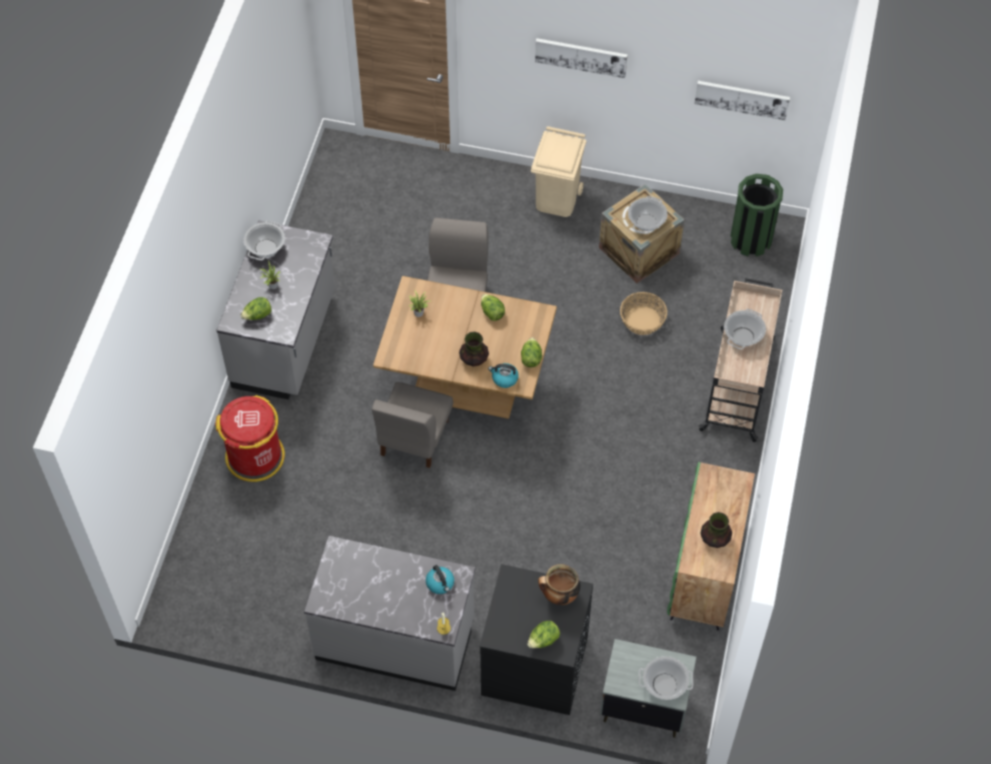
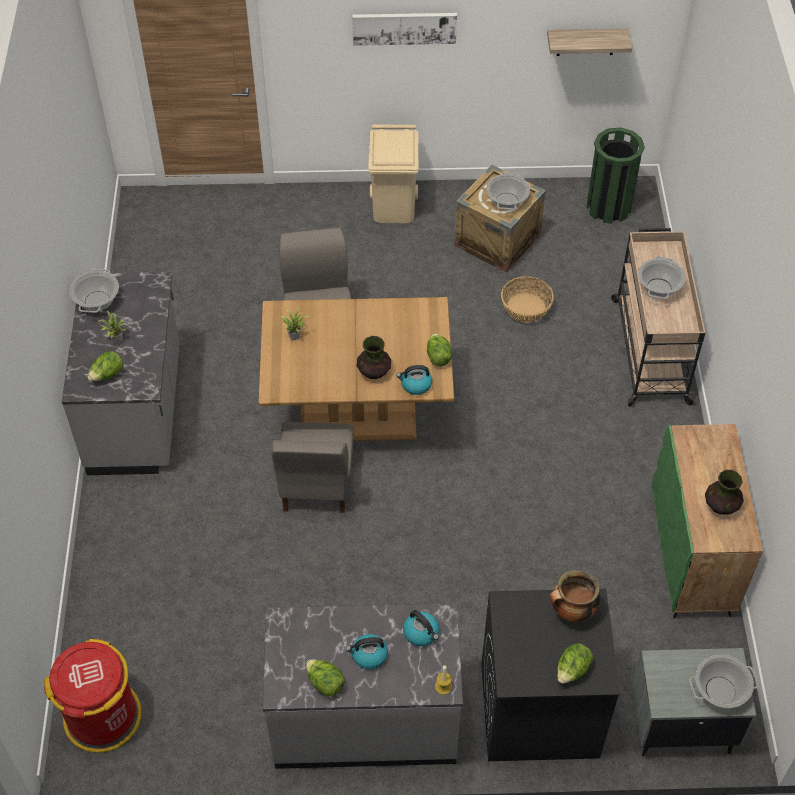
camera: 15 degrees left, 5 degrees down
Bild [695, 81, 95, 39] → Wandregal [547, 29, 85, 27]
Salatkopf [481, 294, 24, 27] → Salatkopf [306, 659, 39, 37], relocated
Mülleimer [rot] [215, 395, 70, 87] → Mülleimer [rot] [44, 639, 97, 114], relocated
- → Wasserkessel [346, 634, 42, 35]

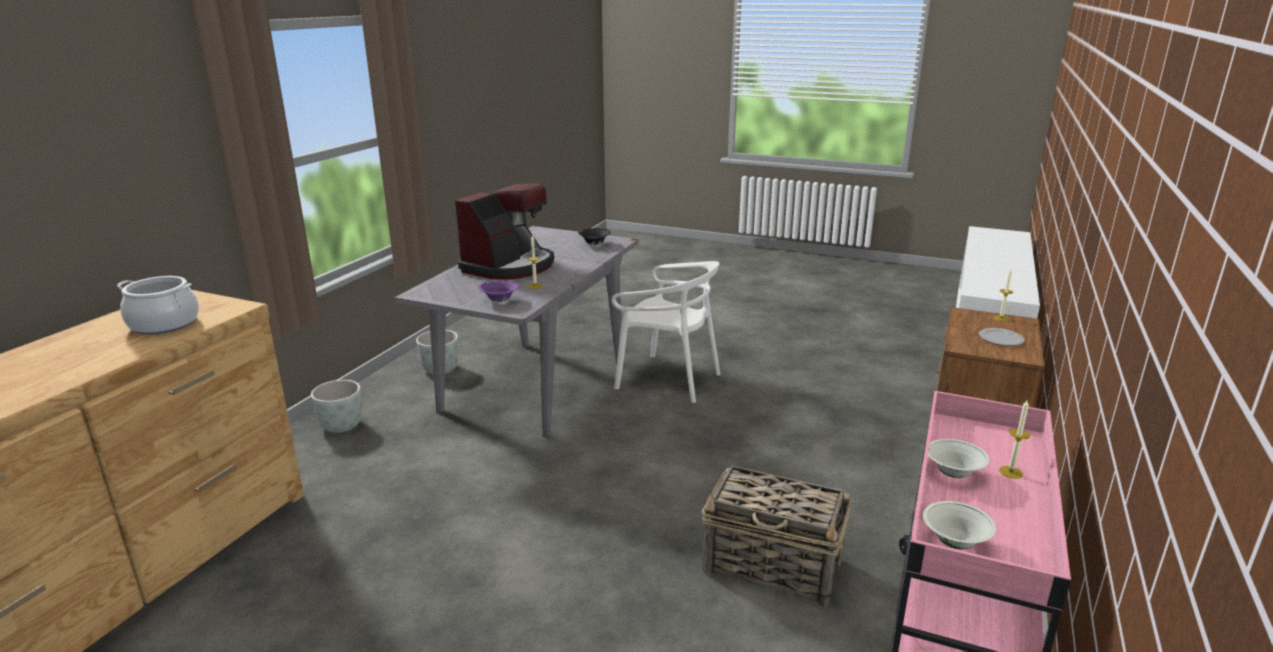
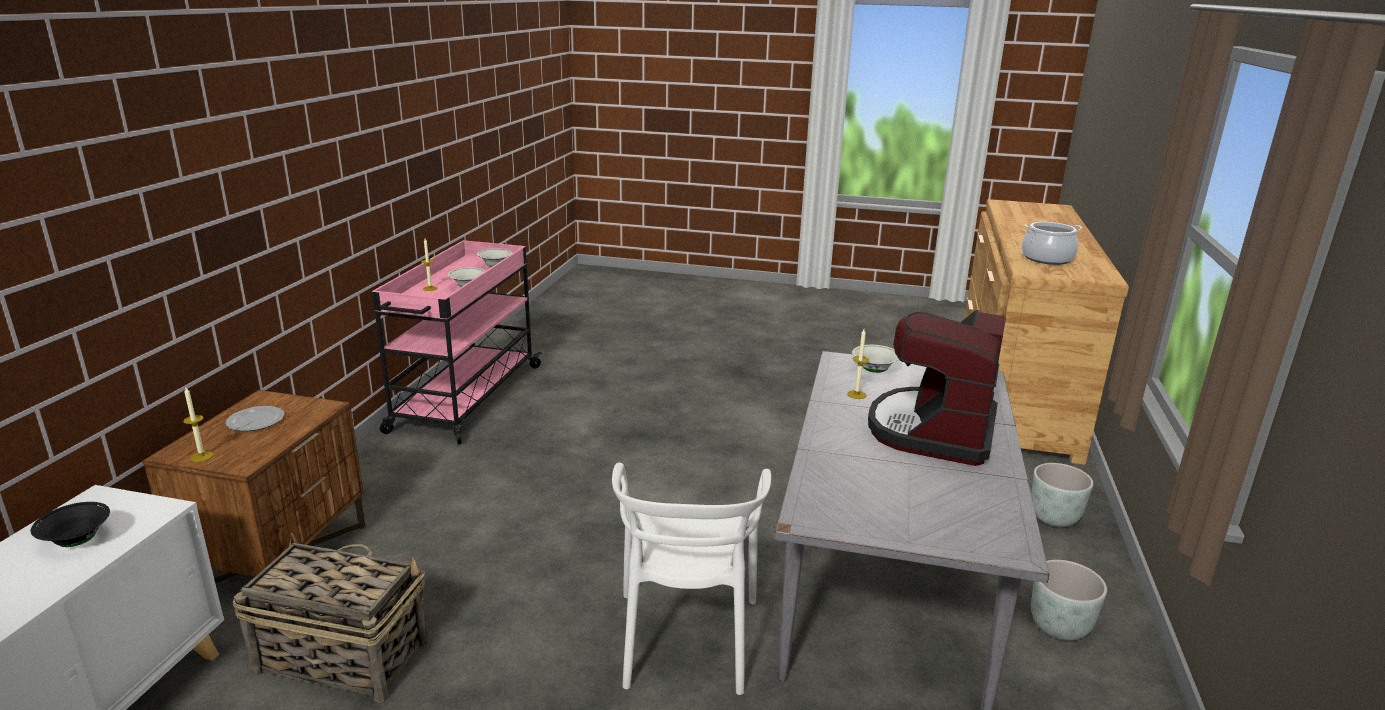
camera: 170 degrees right, 0 degrees up
Schüssel [schwarz] [578, 228, 33, 17] → Schüssel [schwarz] [31, 502, 79, 45], relocated
Stuhl [weiß] [611, 261, 110, 142] → Stuhl [weiß] [612, 463, 159, 232], 105 degrees counterclockwise
Schüssel [lila] [479, 280, 40, 22] → Schüssel [weiß] [852, 345, 47, 28]
Korb [702, 465, 150, 142] → Korb [233, 533, 196, 170], relocated

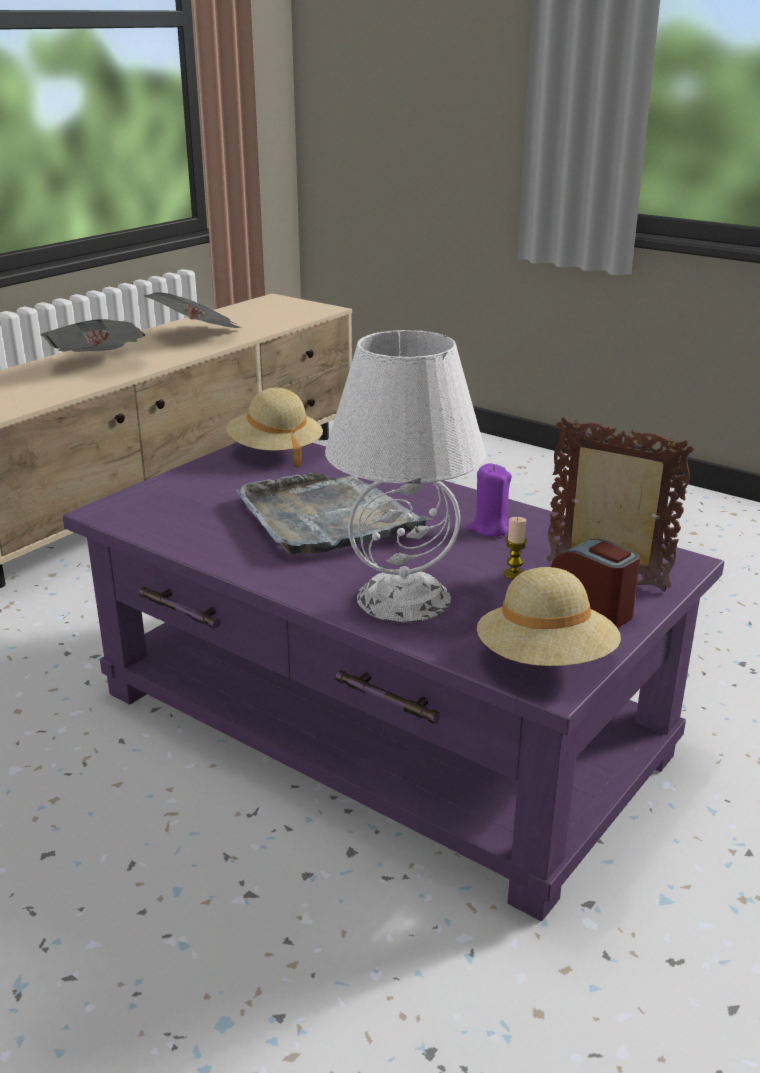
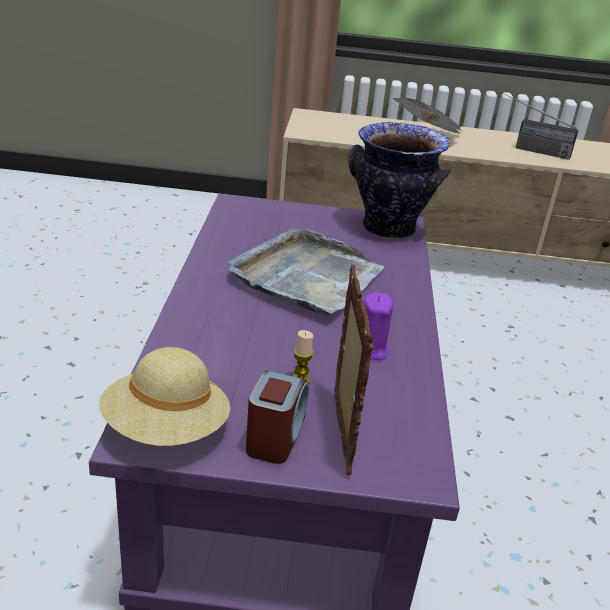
camera: 55 degrees right, 5 degrees up
Zeitung [144, 292, 97, 36] → Radio [499, 92, 79, 68]
Tischlampe [weiß] [325, 330, 161, 292] → -
Hut [beige] [226, 388, 97, 80] → Vase [349, 122, 102, 117]

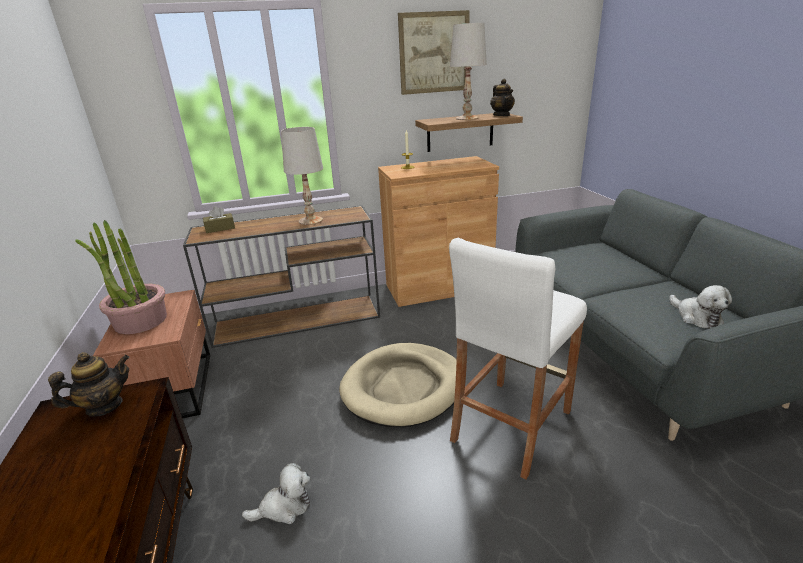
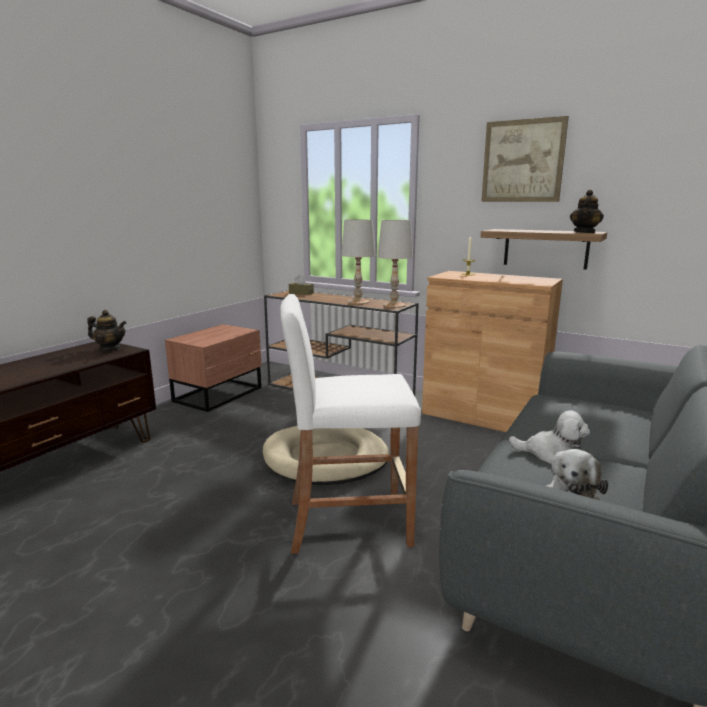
camera: 45 degrees right, 10 degrees down
Tischlampe [weiß] [450, 23, 37, 97] → Tischlampe [weiß] [378, 220, 35, 88], relocated
Topfpflanze [75, 220, 92, 114] → -
Plüschtier [242, 463, 68, 61] → Plüschtier [509, 410, 81, 54], relocated

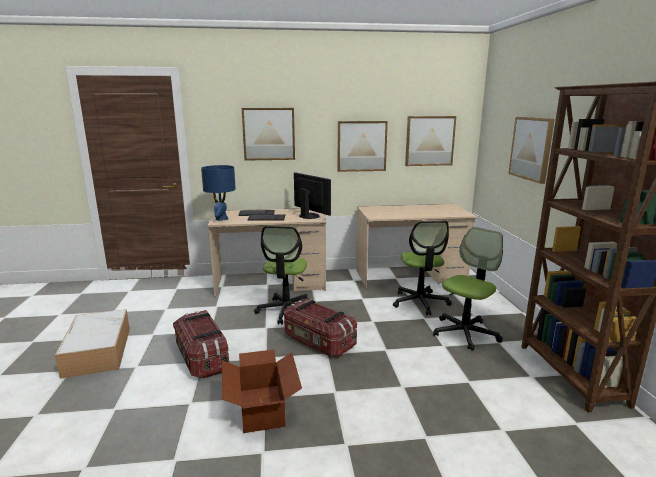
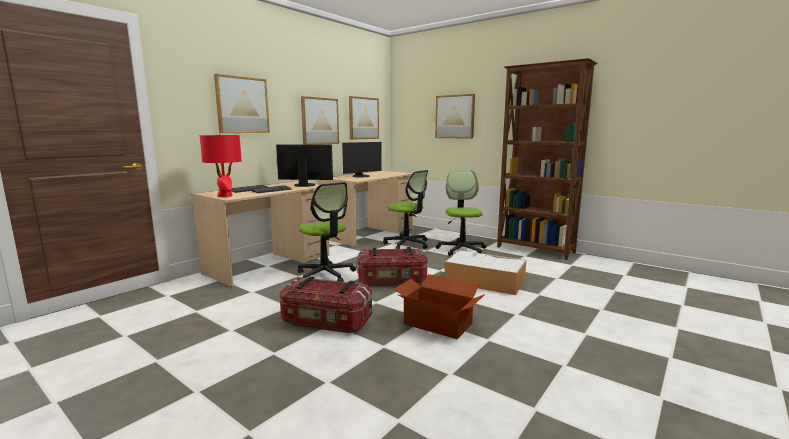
camera: 45 degrees left, 5 degrees down
Tischlampe [blau] [201, 165, 35, 56] → Tischlampe [rot] [200, 135, 42, 62]
Aufbewahrungsbox [55, 309, 75, 70] → Aufbewahrungsbox [445, 251, 81, 44], relocated
- → Monitor [342, 142, 40, 35]

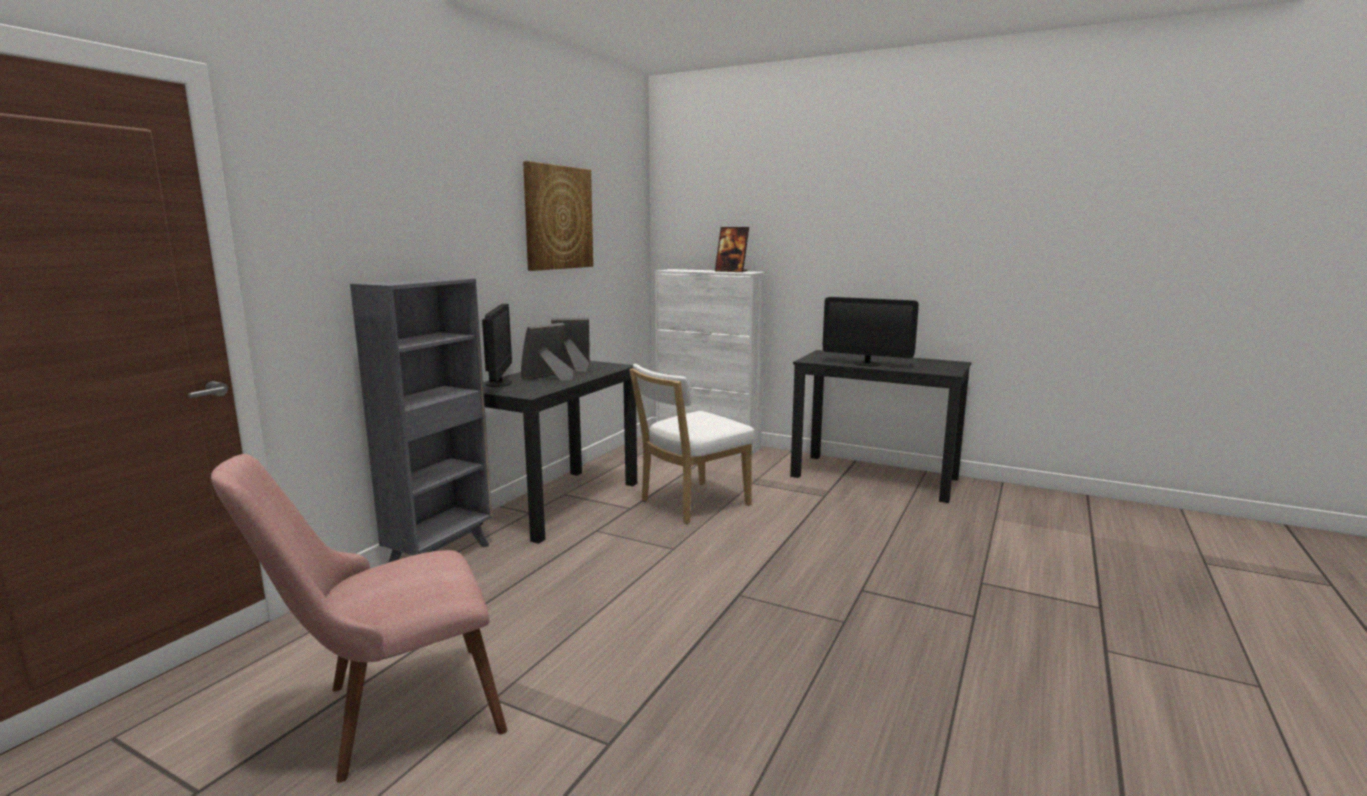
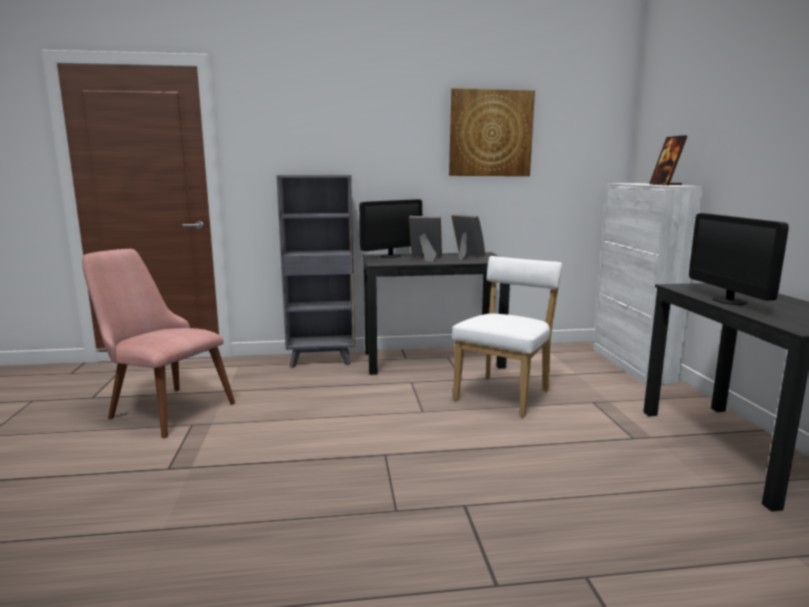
camera: 55 degrees right, 0 degrees up
Stuhl [weiß] [629, 364, 126, 160] → Stuhl [weiß] [452, 256, 110, 161], 105 degrees clockwise

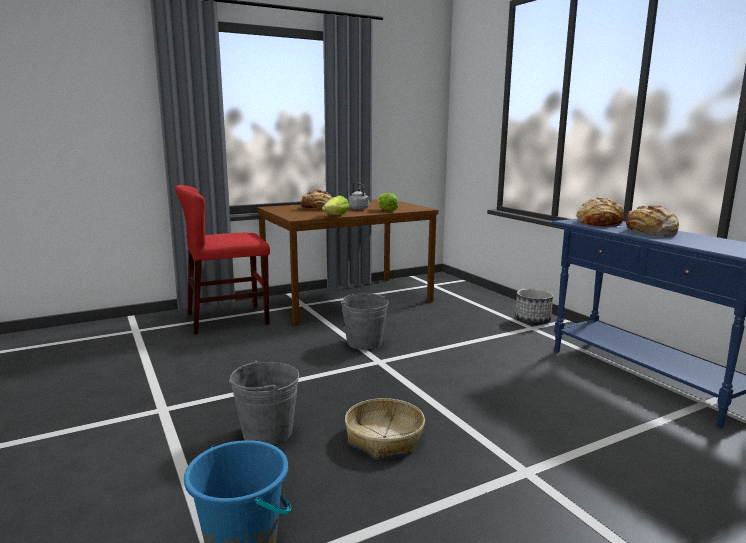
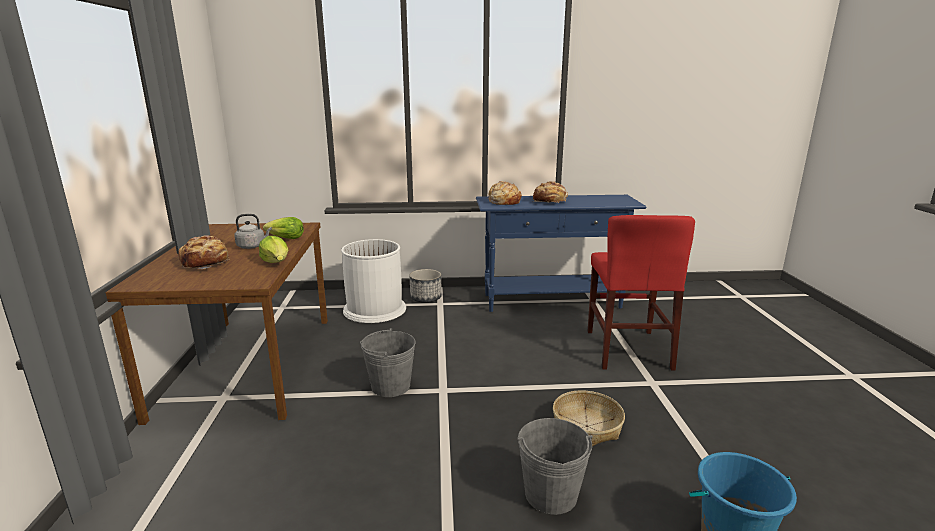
camera: 65 degrees left, 5 degrees up
Stuhl [rot] [175, 185, 95, 149] → Stuhl [rot] [588, 215, 107, 156], relocated
- → Mülleimer [weiß] [341, 239, 65, 84]

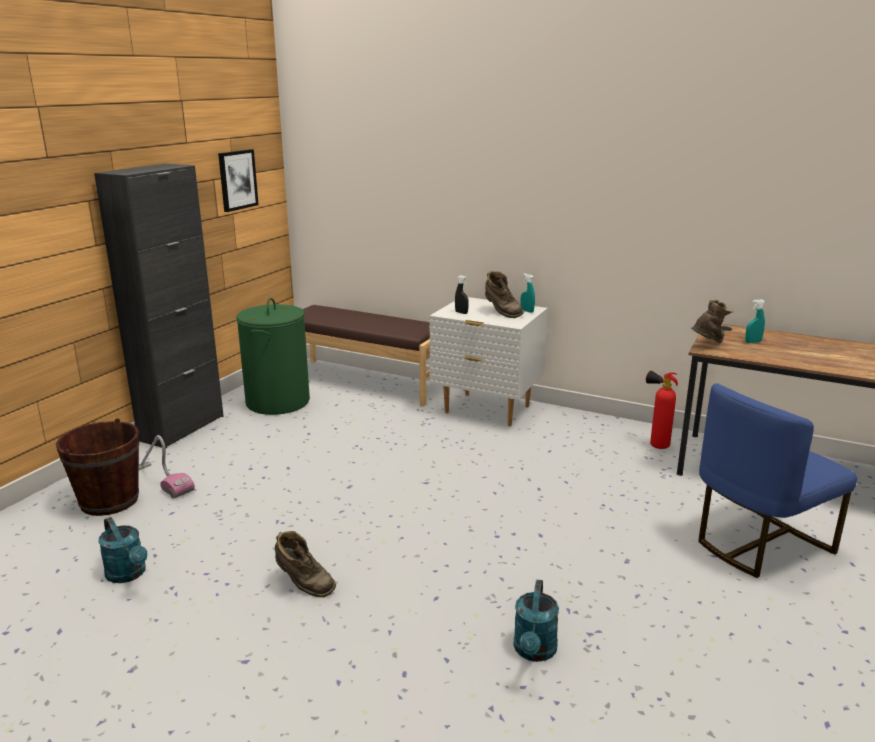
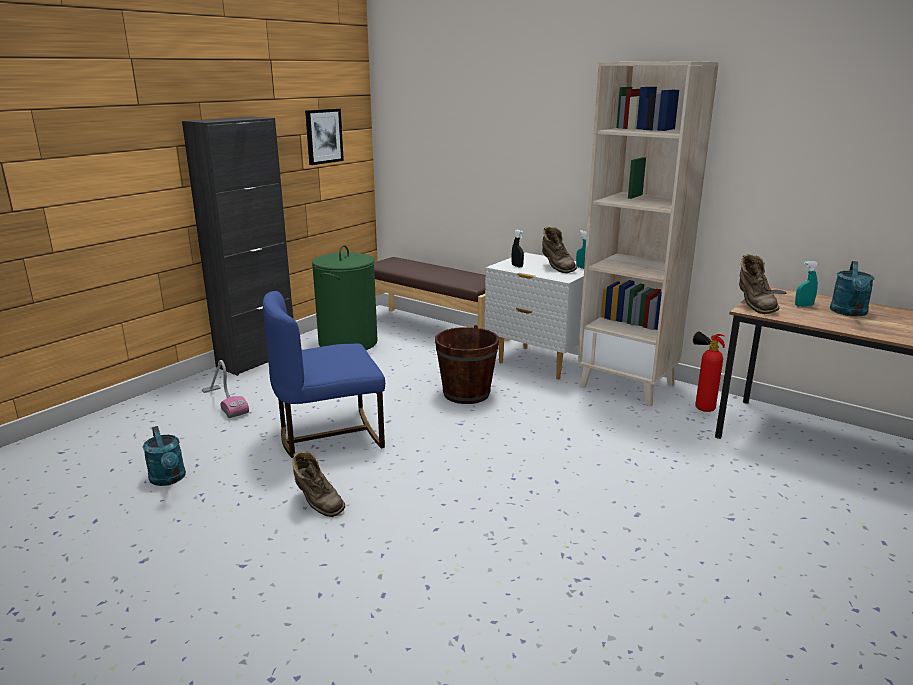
camera: 10 degrees right, 0 degrees up
Stiefel [braun] [691, 300, 43, 43] → Stiefel [braun] [739, 254, 40, 60], 120 degrees clockwise
Stuhl [blau] [698, 383, 159, 195] → Stuhl [blau] [263, 291, 122, 167], relocated
Eimer [braun] [56, 418, 83, 98] → Eimer [braun] [435, 325, 64, 79], relocated
Gießkanne [türkis] [513, 580, 46, 82] → Gießkanne [türkis] [830, 261, 45, 55], relocated
- → Bücherregal [beige] [578, 62, 141, 345]

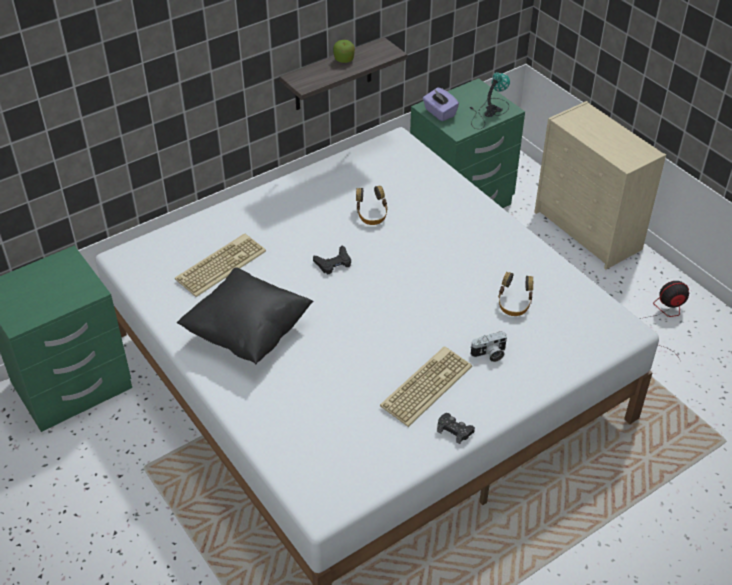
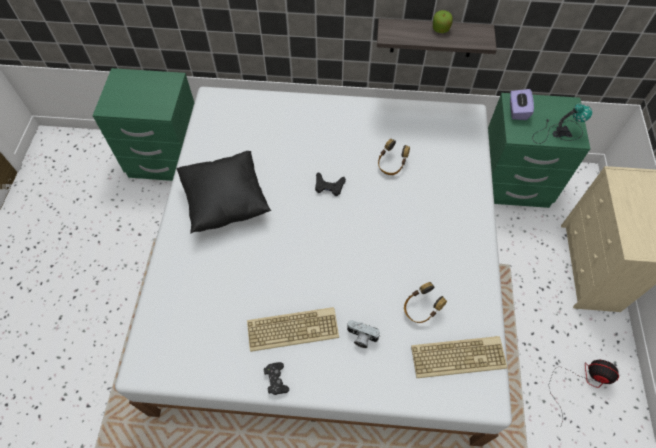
camera: 40 degrees right, 15 degrees up
Tastatur [175, 233, 91, 64] → Tastatur [411, 336, 96, 42], relocated

